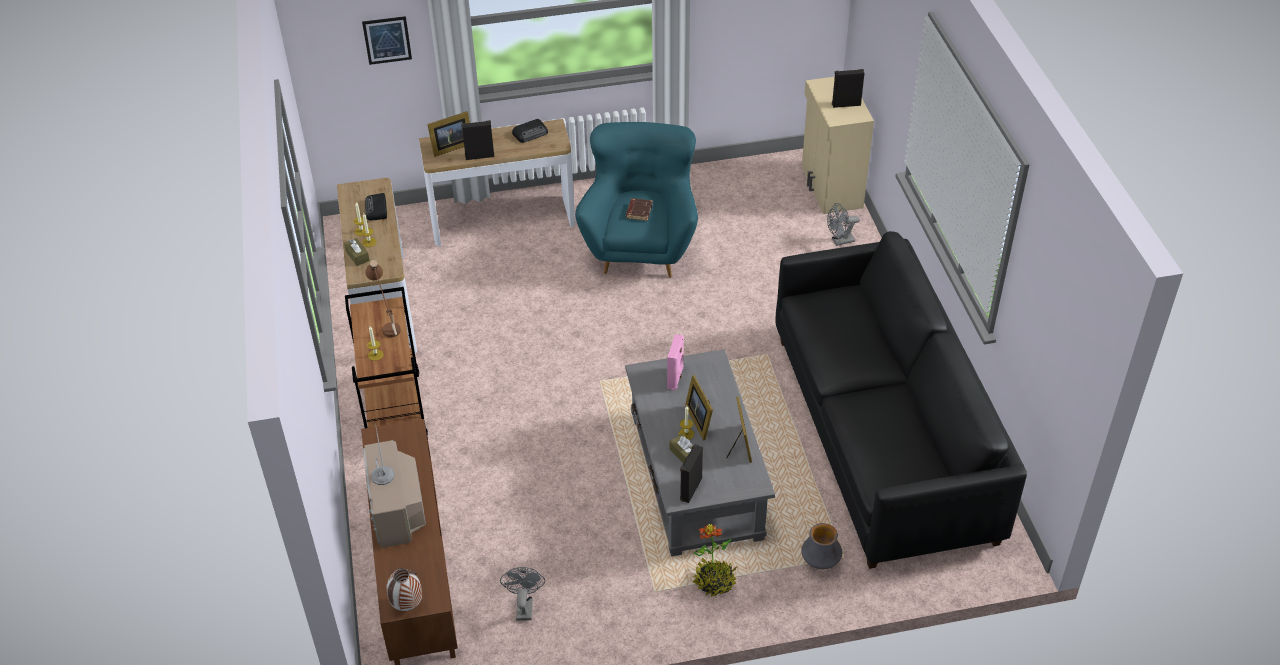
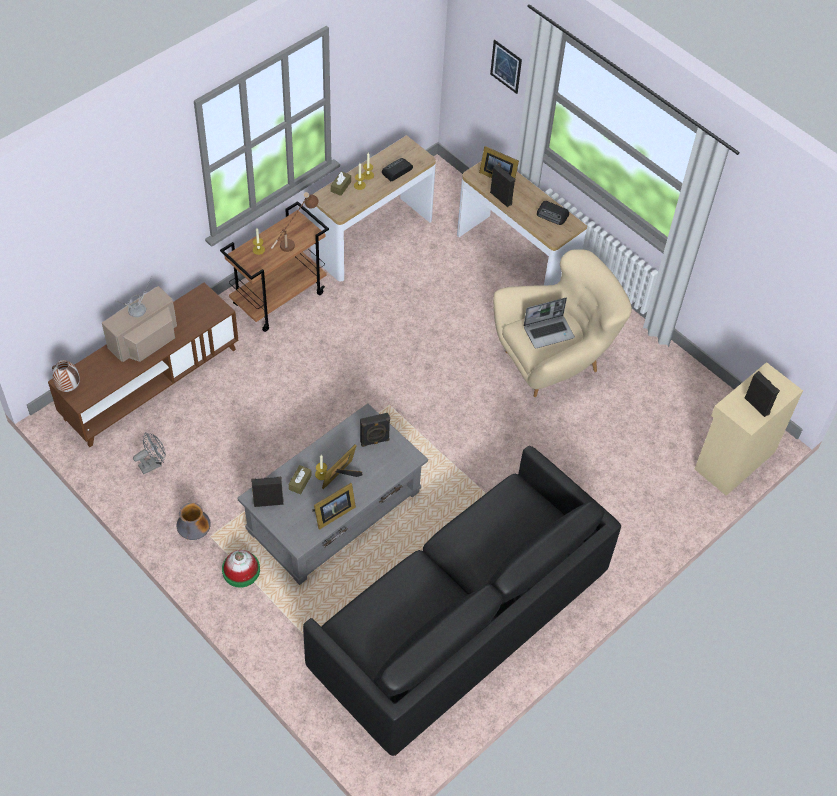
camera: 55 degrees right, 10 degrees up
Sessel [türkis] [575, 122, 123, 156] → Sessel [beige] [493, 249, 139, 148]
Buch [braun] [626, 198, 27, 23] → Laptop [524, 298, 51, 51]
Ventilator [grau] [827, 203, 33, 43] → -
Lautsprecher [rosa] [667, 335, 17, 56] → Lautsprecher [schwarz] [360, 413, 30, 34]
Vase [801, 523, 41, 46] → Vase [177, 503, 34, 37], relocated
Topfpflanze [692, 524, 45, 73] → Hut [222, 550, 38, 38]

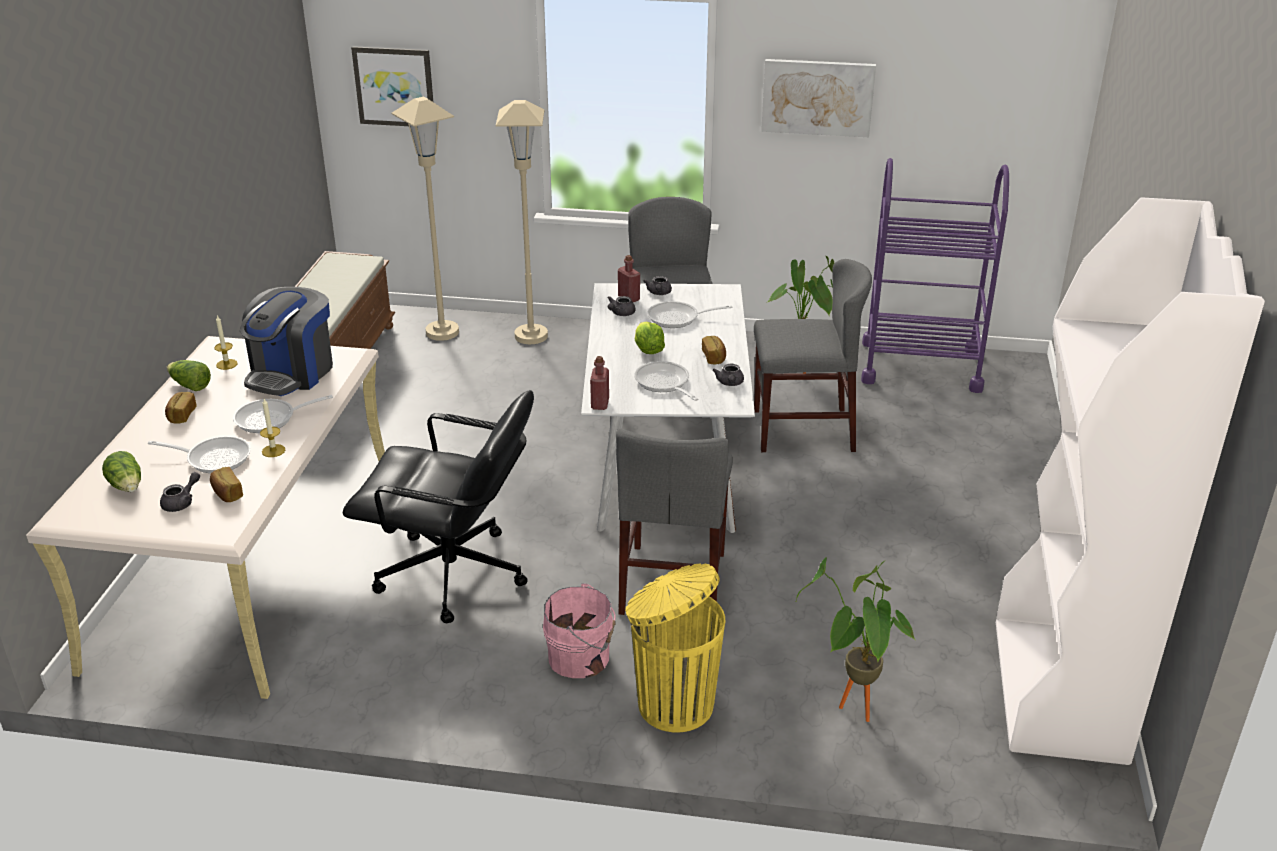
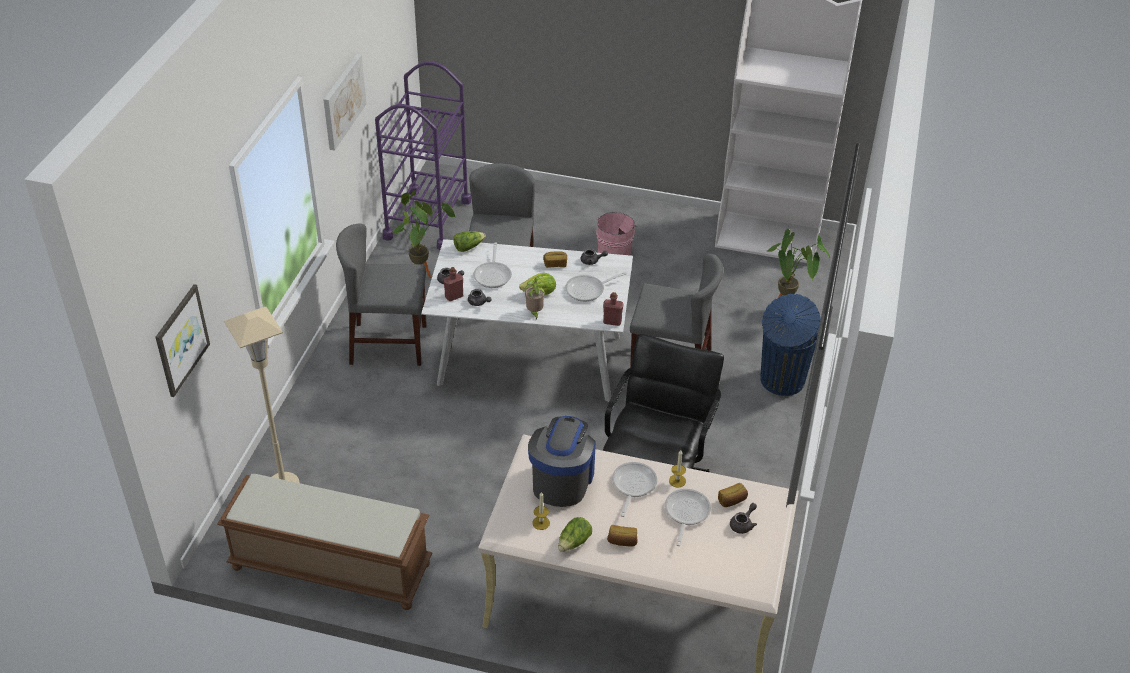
camera: 85 degrees left, 10 degrees up
Stehlampe [beige] [496, 100, 52, 244] → -
Kaffeemaschine [240, 287, 93, 109] → Kaffeemaschine [528, 416, 68, 91], 105 degrees counterclockwise
Pfanne [233, 395, 100, 38] → Pfanne [612, 462, 45, 55], 150 degrees counterclockwise
Salatkopf [102, 451, 39, 41] → Salatkopf [453, 231, 33, 21], relocated
Teekanne [grau] [160, 472, 40, 40] → Teekanne [grau] [730, 503, 27, 31], 90 degrees clockwise
Mülleimer [gelb] [625, 563, 100, 170] → Mülleimer [blau] [761, 294, 60, 102]
Eimer [rosa] [543, 583, 73, 95] → Eimer [rosa] [596, 212, 42, 43], relocated
- → Topfpflanze [525, 276, 20, 43]

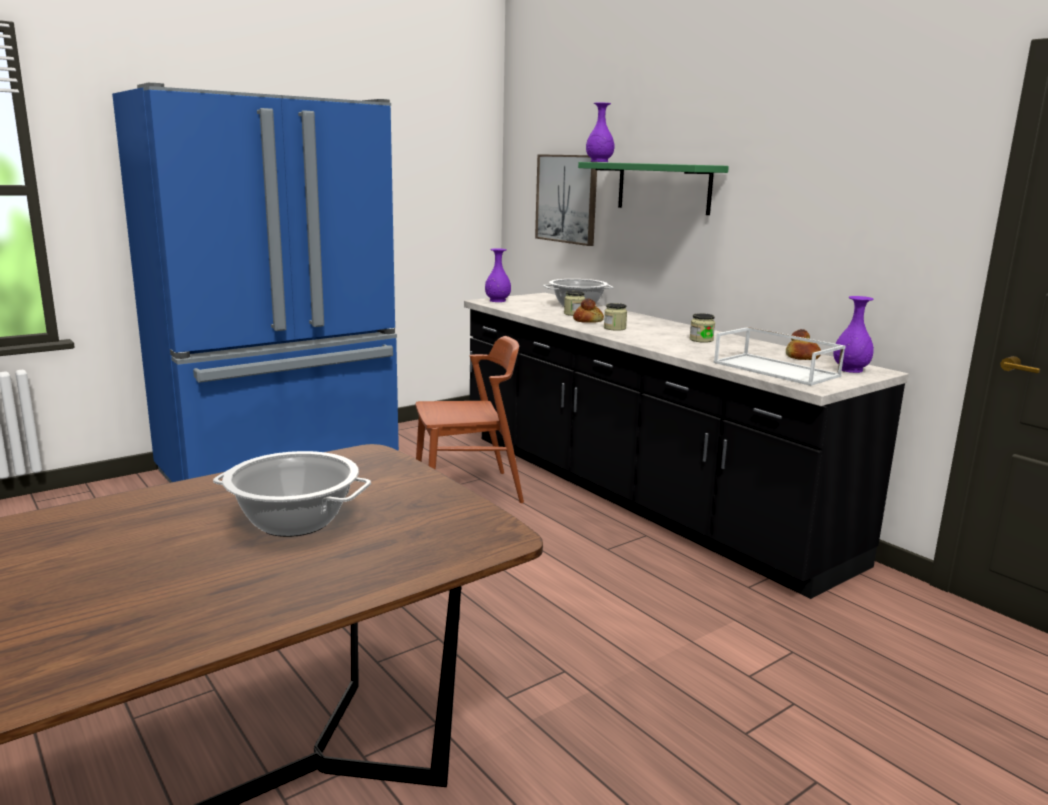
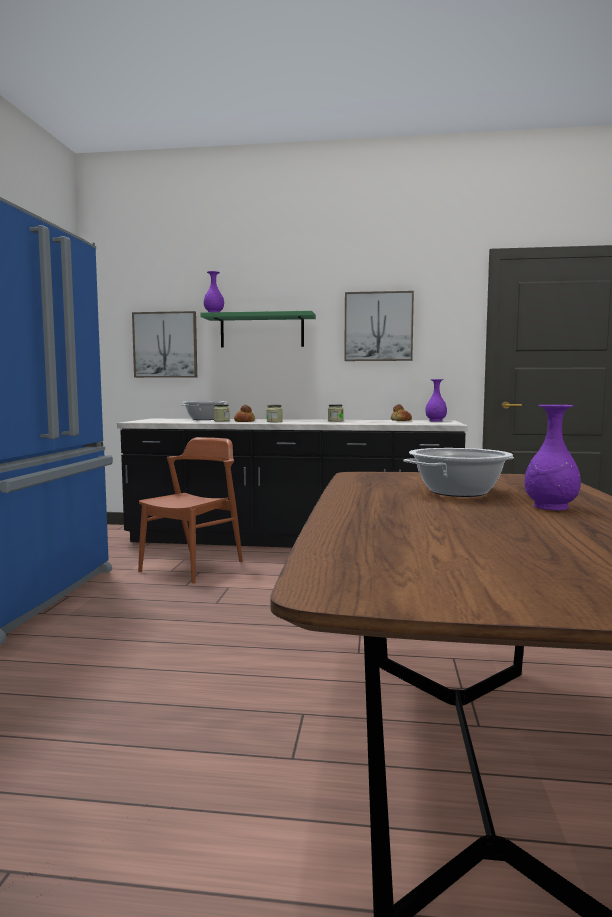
camera: 45 degrees left, 10 degrees down
Vase [lila] [485, 248, 26, 54] → Vase [lila] [524, 405, 57, 105], relocated
Tablett [weiß] [714, 327, 132, 59] → -
- → Bild [344, 291, 70, 70]

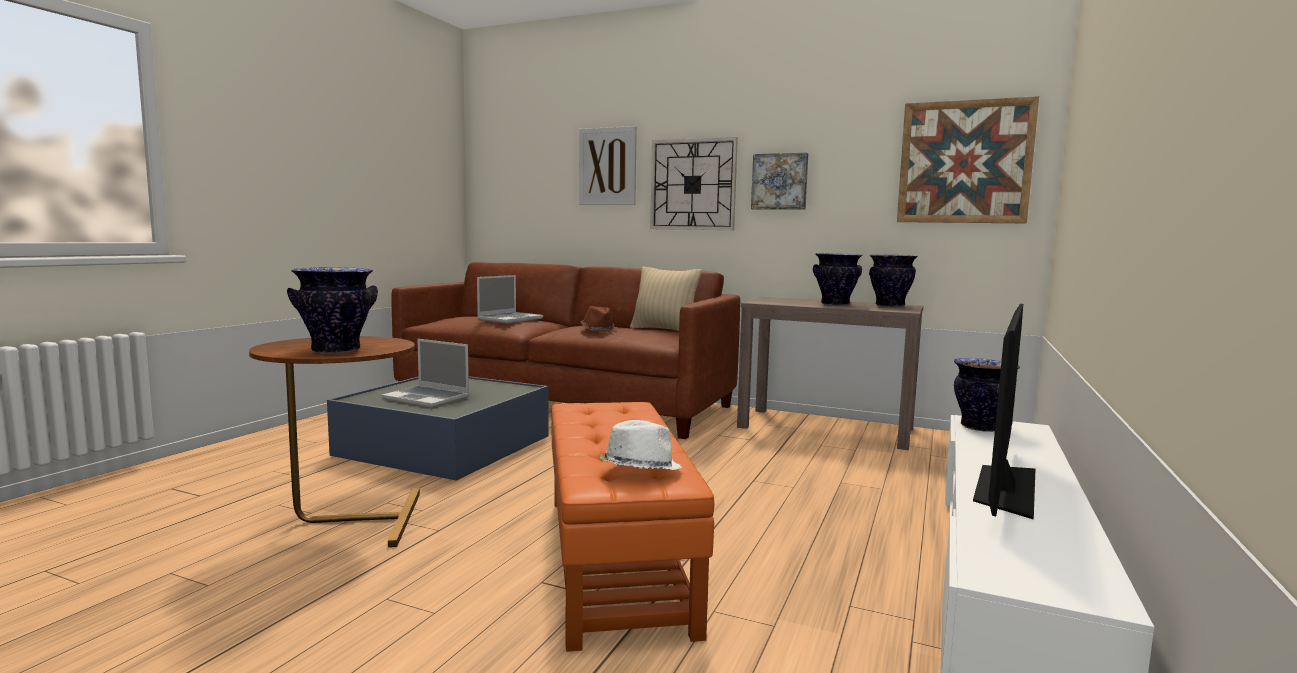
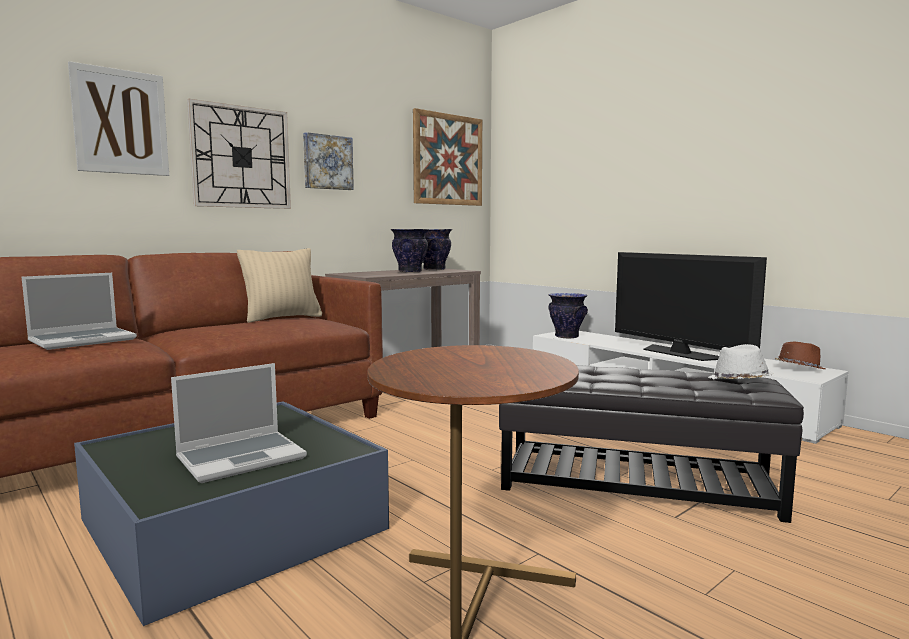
camera: 65 degrees left, 0 degrees up
Vase [287, 267, 91, 87] → -
Laptop [477, 275, 66, 48] → Laptop [22, 273, 115, 77], 75 degrees clockwise
Hut [braun] [580, 306, 37, 26] → Hut [braun] [775, 342, 51, 27], relocated
Polsterhocker [orange] [551, 402, 163, 250] → Polsterhocker [schwarz] [499, 365, 305, 158]

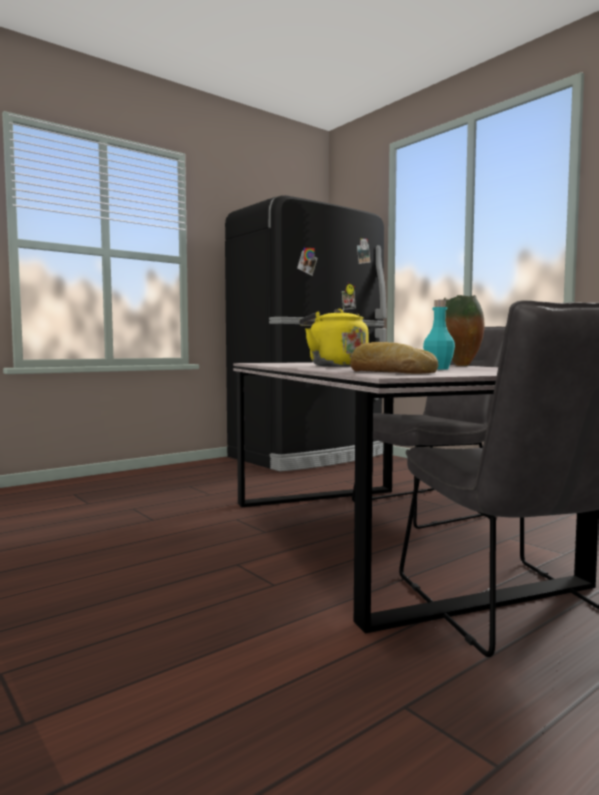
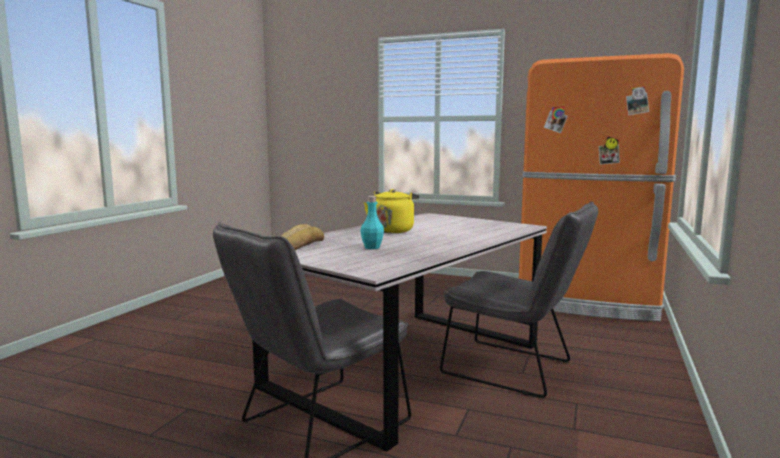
camera: 60 degrees right, 5 degrees up
Kühlschrank [schwarz] [225, 195, 162, 277] → Kühlschrank [orange] [519, 53, 165, 268]
Vase [444, 295, 40, 71] → -

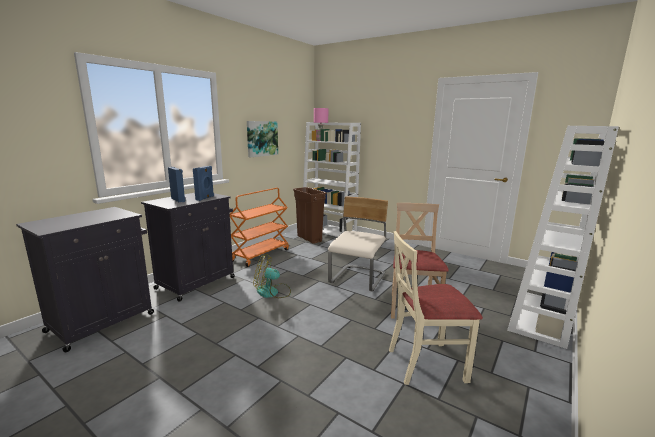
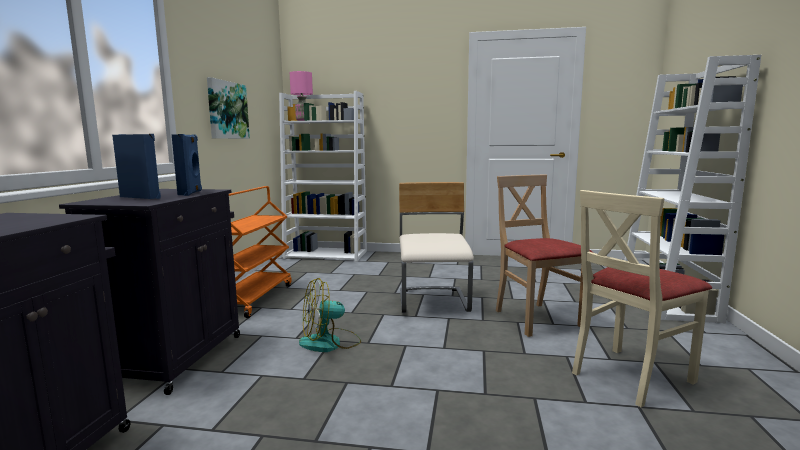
camera: 25 degrees left, 5 degrees down
Mülleimer [braun] [293, 187, 34, 57] → -

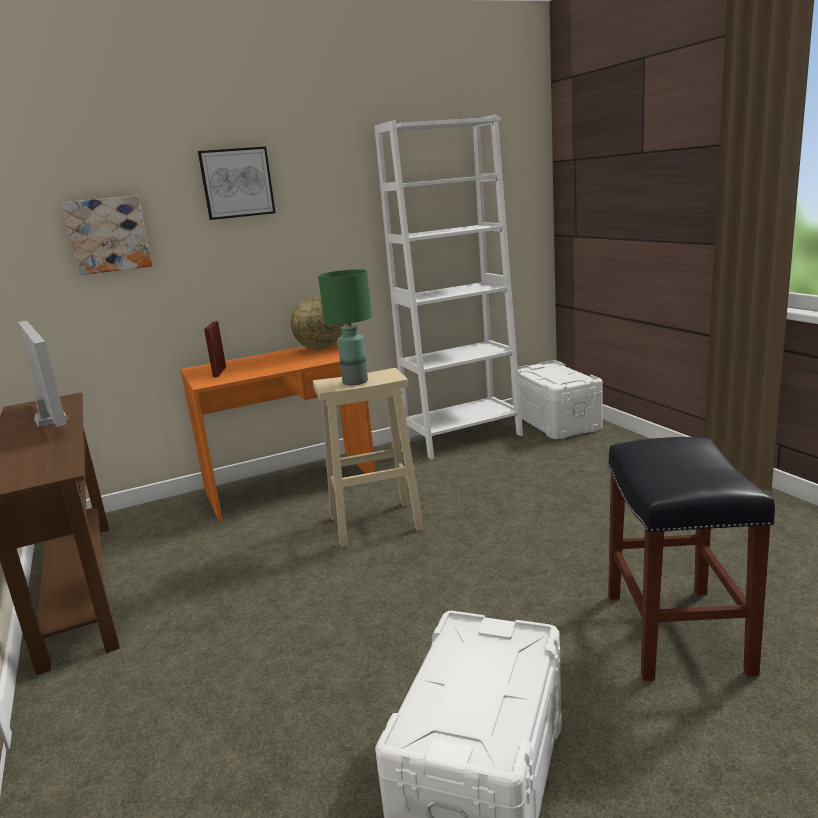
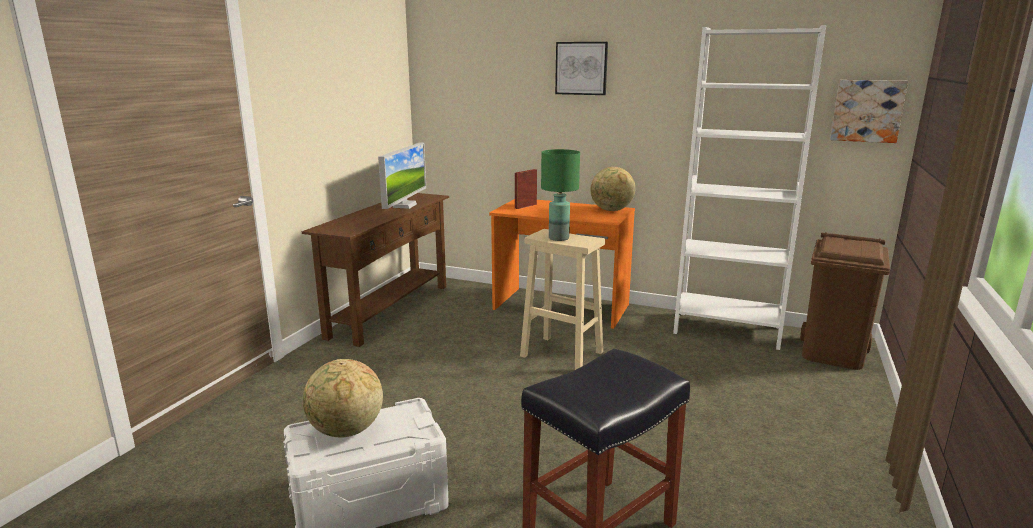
camera: 45 degrees right, 0 degrees up
Bild [62, 196, 90, 79] → Bild [830, 80, 78, 63], relocated
Aufbewahrungsbox [weiß] [511, 360, 92, 79] → Mülleimer [braun] [800, 232, 90, 138]
- → Globus [303, 359, 80, 78]

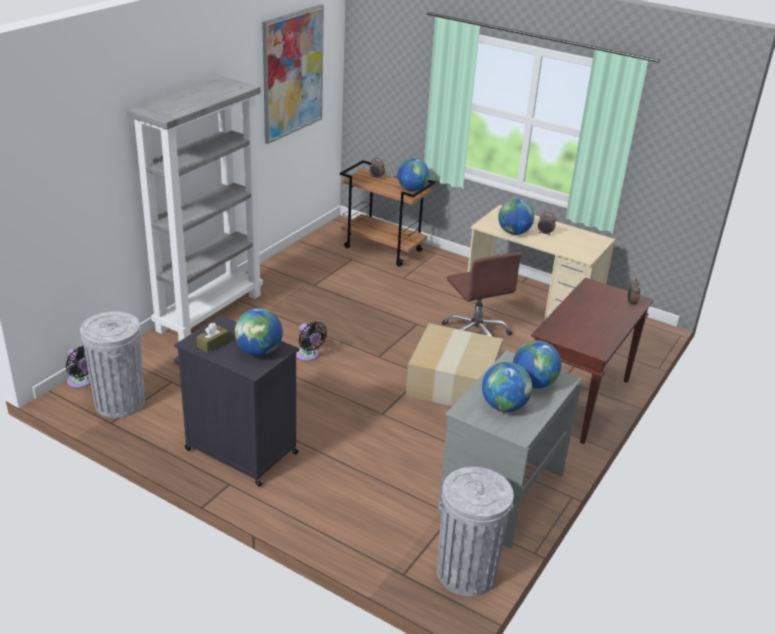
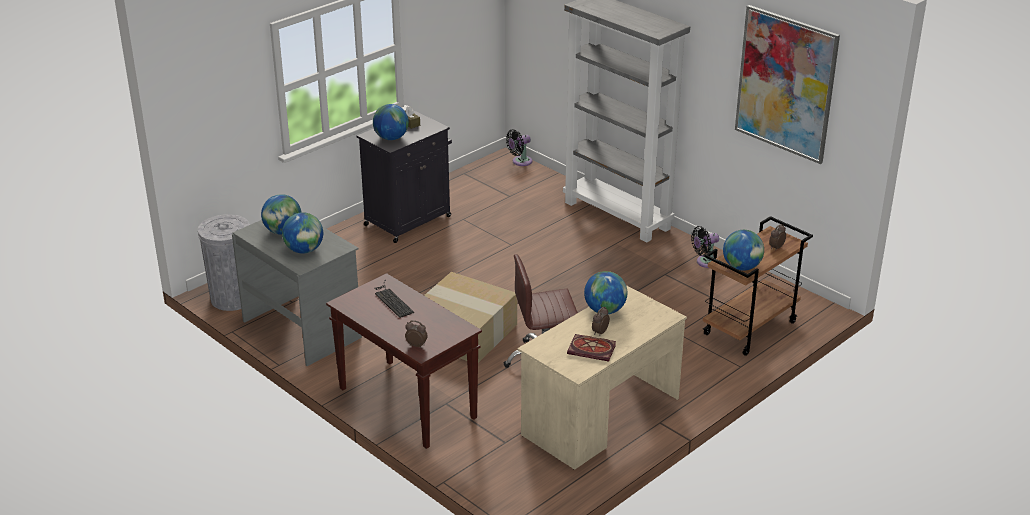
camera: 105 degrees right, 0 degrees up
Mülleimer [grau] [80, 311, 65, 107] → -
Ventilator [schwarz] [296, 322, 31, 39] → Ventilator [schwarz] [691, 226, 28, 42], relocated
- → Tastatur [374, 280, 40, 38]
- → Buch [567, 334, 49, 28]

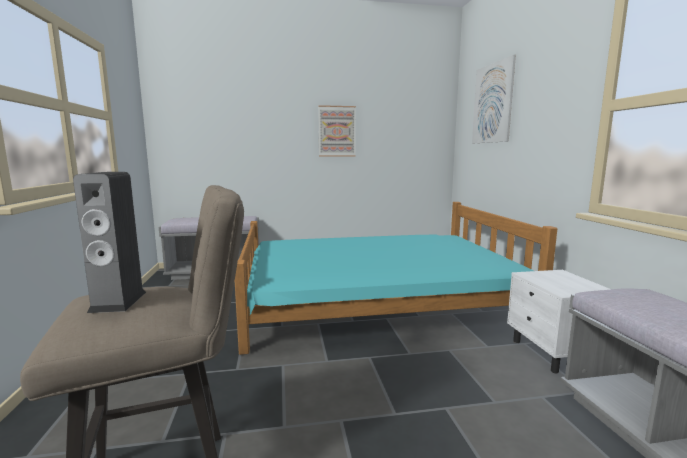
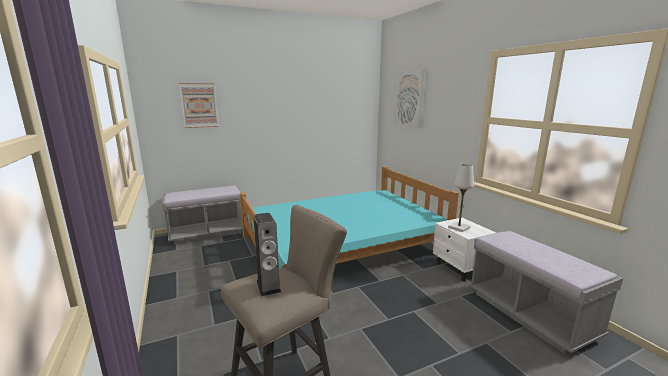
camera: 15 degrees left, 5 degrees up
Bild [318, 105, 38, 51] → Bild [179, 83, 40, 45], relocated
- → Tischlampe [weiß] [448, 164, 26, 68]

